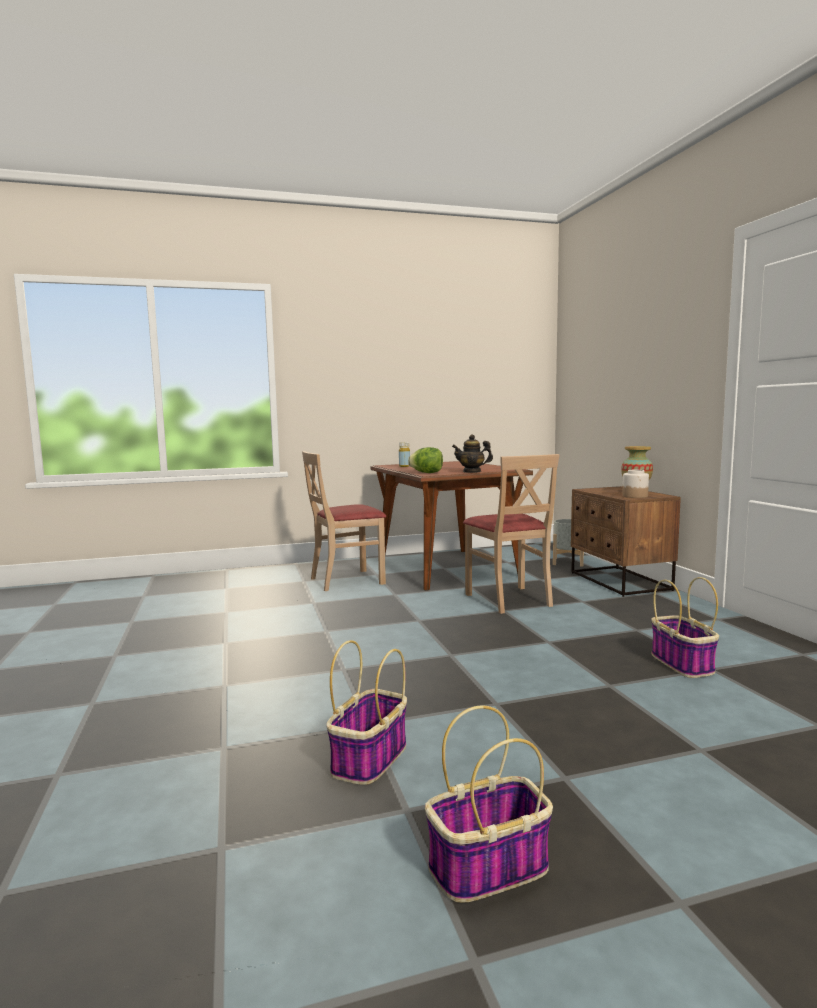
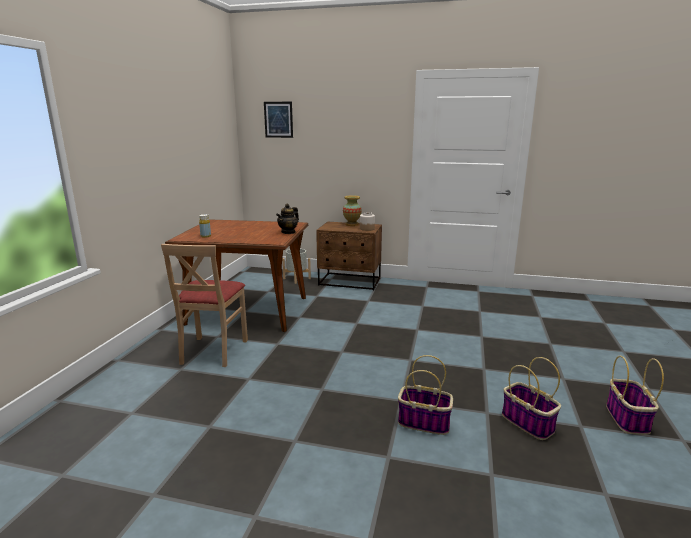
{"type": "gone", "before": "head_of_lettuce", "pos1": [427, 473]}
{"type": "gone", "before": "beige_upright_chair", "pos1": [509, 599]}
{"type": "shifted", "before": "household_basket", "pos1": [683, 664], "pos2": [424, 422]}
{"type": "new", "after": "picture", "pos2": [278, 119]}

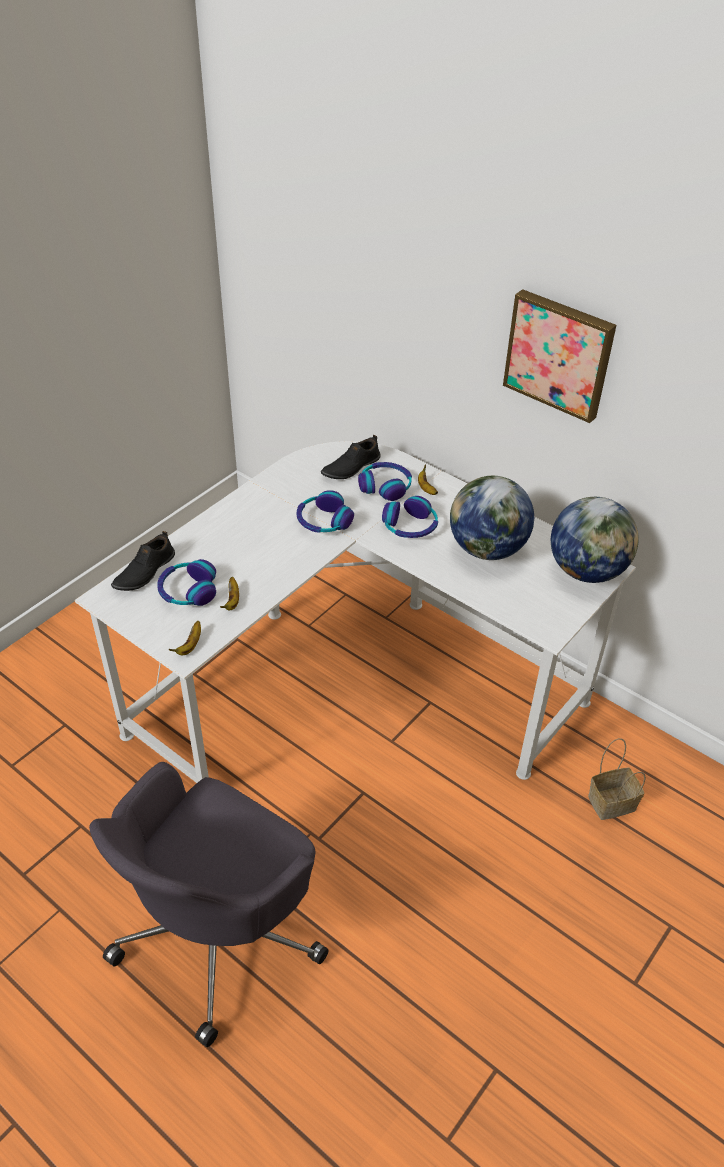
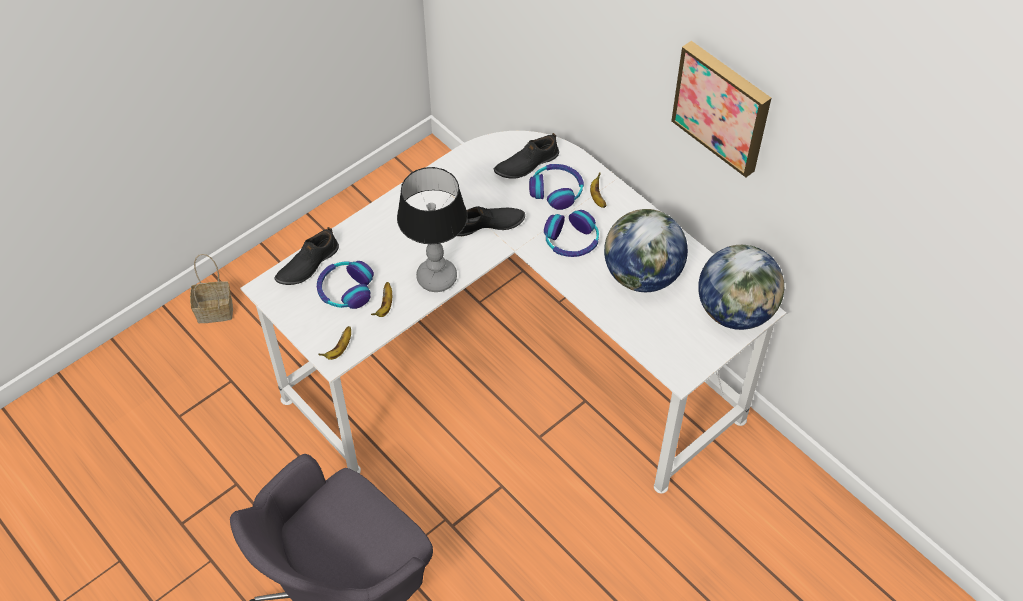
{"type": "swapped", "before": "pair_of_headphones", "after": "black-coloured_shoe", "pos1": [323, 521], "pos2": [487, 225]}
{"type": "shifted", "before": "household_basket", "pos1": [612, 801], "pos2": [216, 310]}
{"type": "new", "after": "table_lamp", "pos2": [436, 277]}

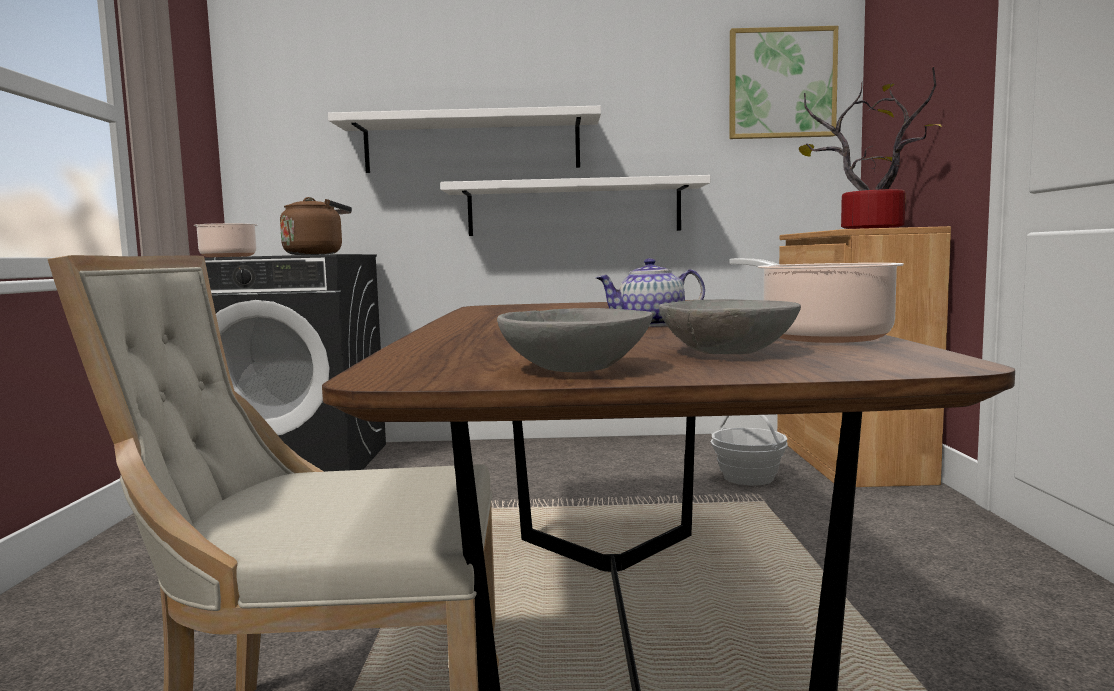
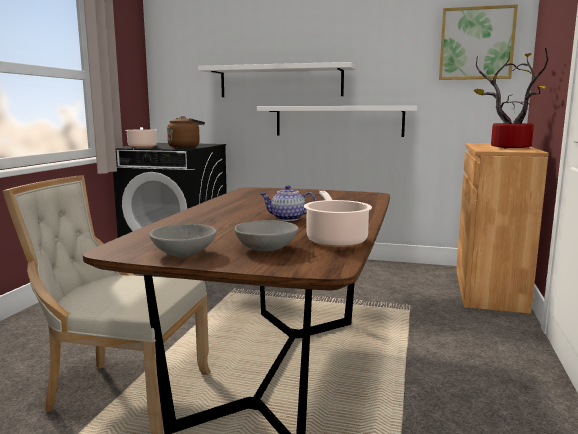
{"type": "gone", "before": "household_basket", "pos1": [748, 478]}

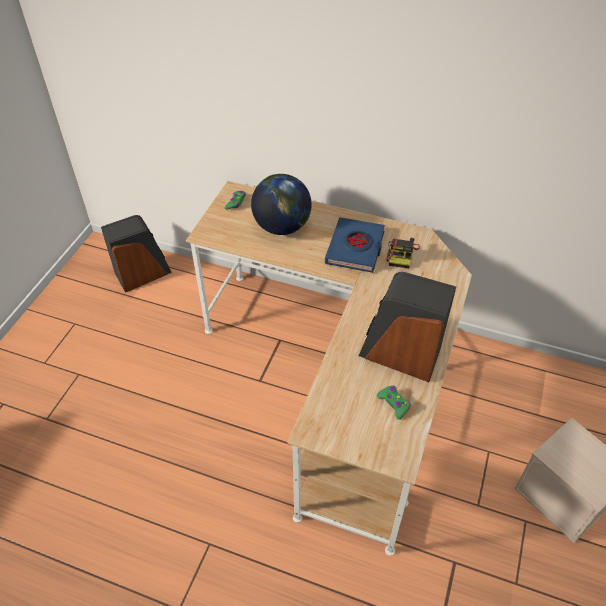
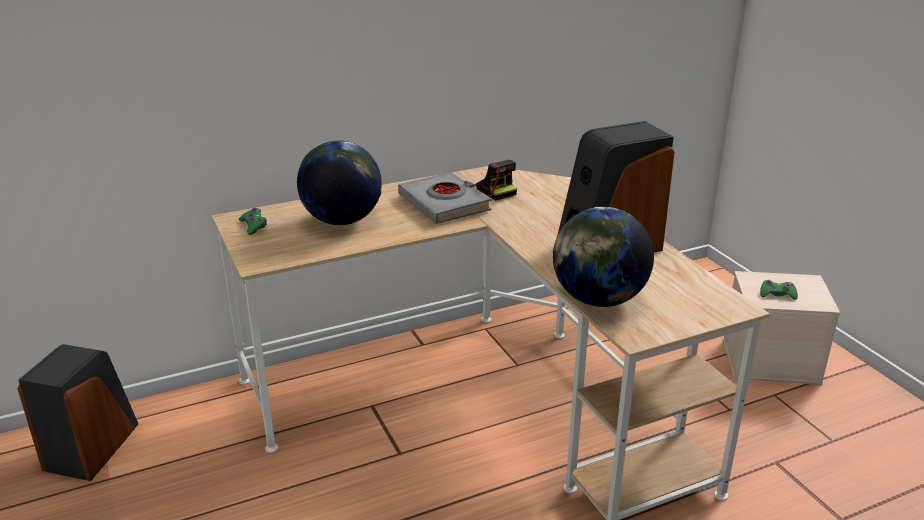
{"type": "repainted", "before": "blue_bound_book", "after": "grey_bound_book", "pos1": [355, 248], "pos2": [444, 204]}
{"type": "shifted", "before": "green_gamepad", "pos1": [394, 403], "pos2": [777, 294]}
{"type": "new", "after": "desk_globe", "pos2": [598, 300]}

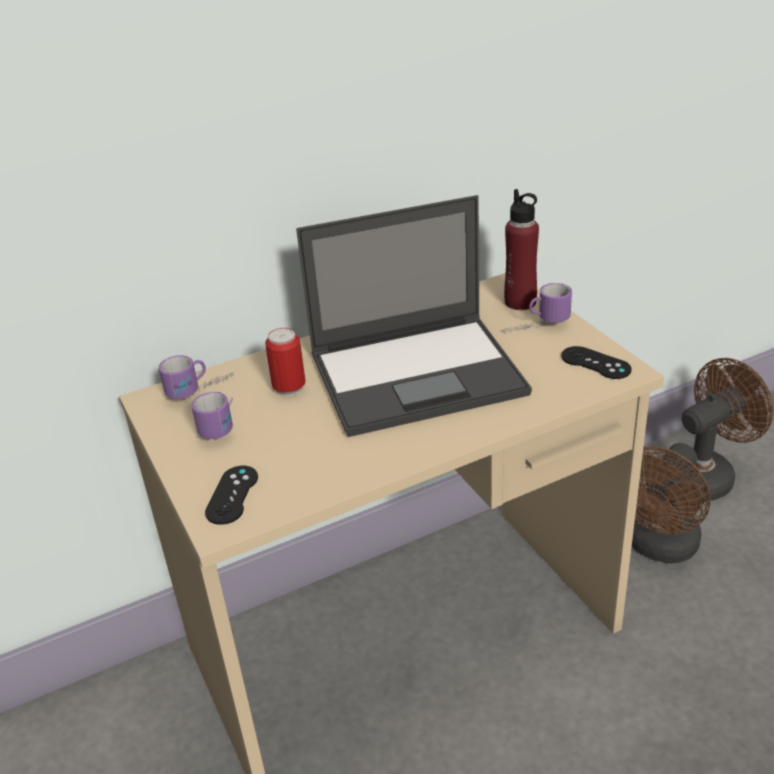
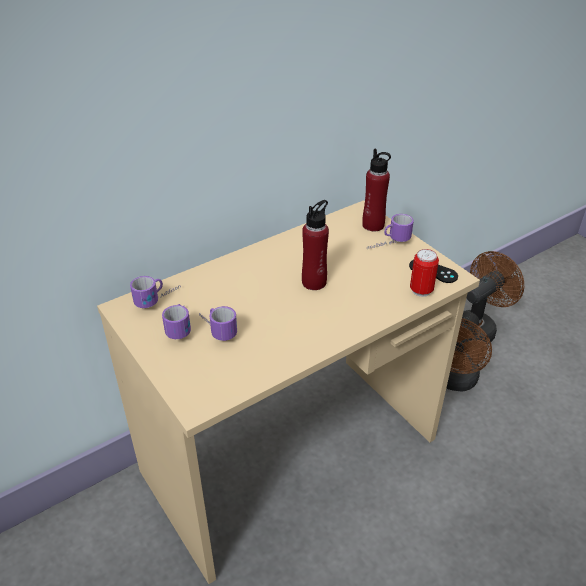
{"type": "gone", "before": "black-coloured_gamepad", "pos1": [232, 495]}
{"type": "shifted", "before": "metal_can", "pos1": [289, 388], "pos2": [421, 290]}
{"type": "swapped", "before": "portable_computer", "after": "red-coloured_beverage_bottle", "pos1": [419, 374], "pos2": [314, 282]}
{"type": "new", "after": "mug", "pos2": [216, 330]}

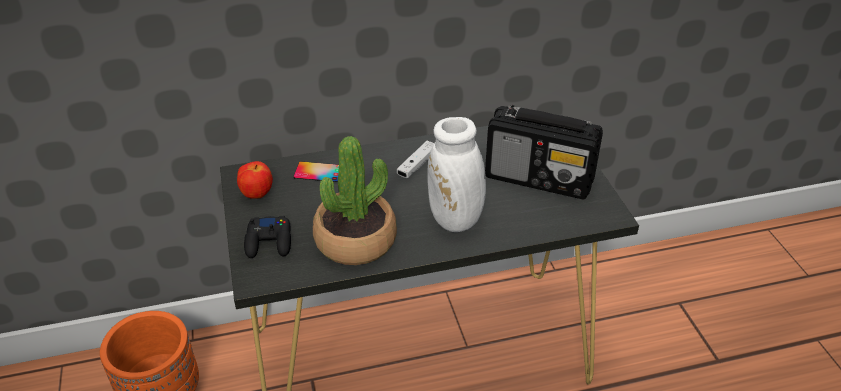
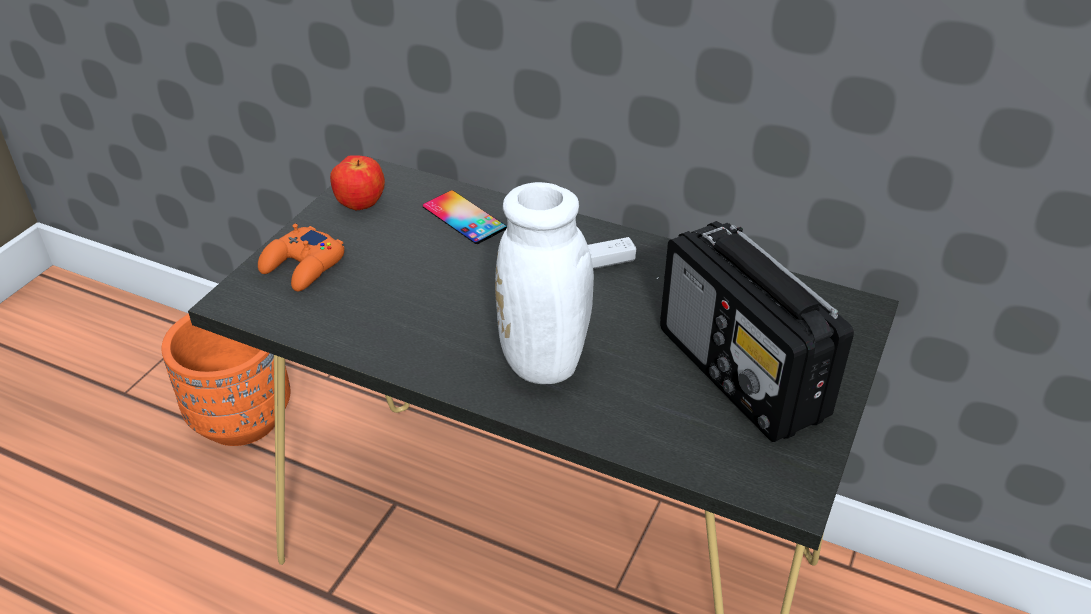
{"type": "repainted", "before": "black-coloured_gamepad", "after": "orange-coloured_gamepad", "pos1": [269, 242], "pos2": [303, 266]}
{"type": "gone", "before": "plant_in_a_pot", "pos1": [355, 240]}

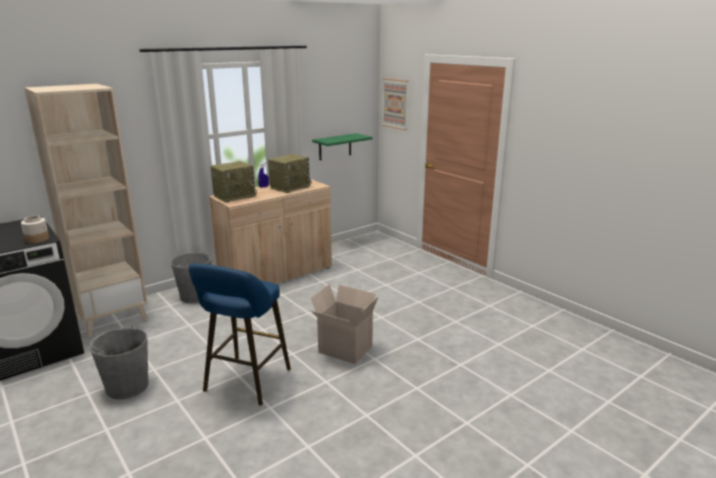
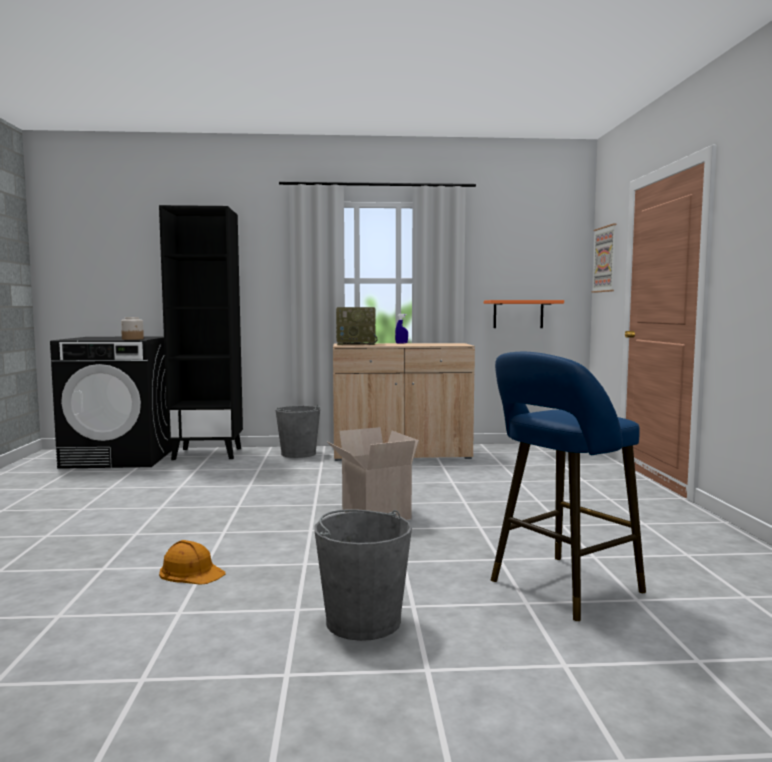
{"type": "repainted", "before": "beige_bookshelf", "after": "black-coloured_bookshelf", "pos1": [112, 318], "pos2": [208, 454]}
{"type": "shifted", "before": "grey_pail", "pos1": [127, 386], "pos2": [363, 621]}
{"type": "shifted", "before": "blue_stool", "pos1": [245, 383], "pos2": [560, 588]}
{"type": "gone", "before": "radio_set", "pos1": [290, 187]}
{"type": "repainted", "before": "green_shelf", "after": "orange-coloured_shelf", "pos1": [335, 146], "pos2": [518, 314]}
{"type": "new", "after": "orange-coloured_hard_hat", "pos2": [191, 572]}

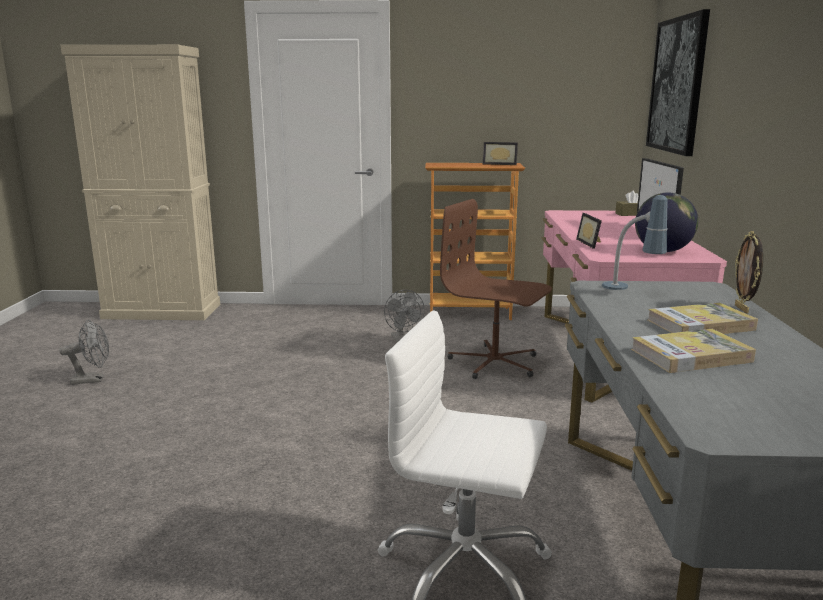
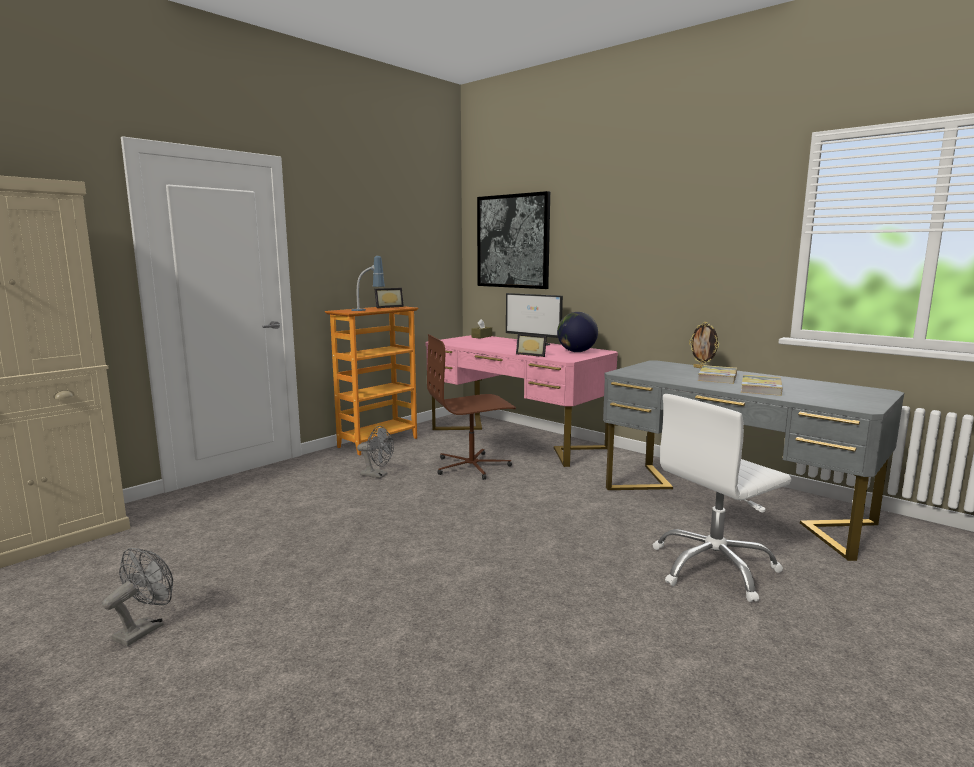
{"type": "shifted", "before": "table_lamp", "pos1": [631, 290], "pos2": [368, 310]}

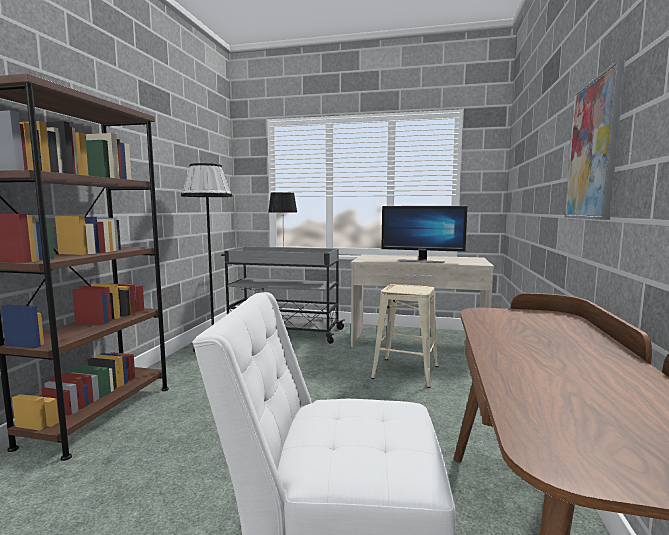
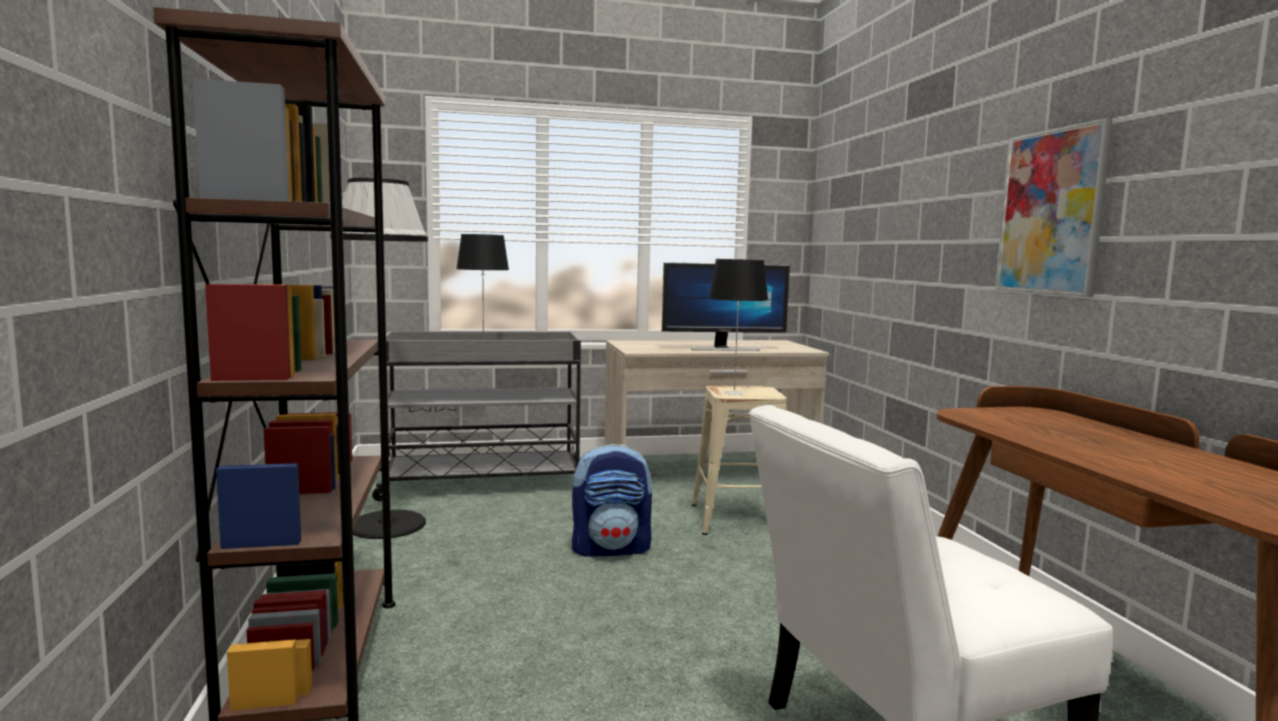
{"type": "new", "after": "knapsack", "pos2": [611, 549]}
{"type": "new", "after": "table_lamp", "pos2": [735, 393]}

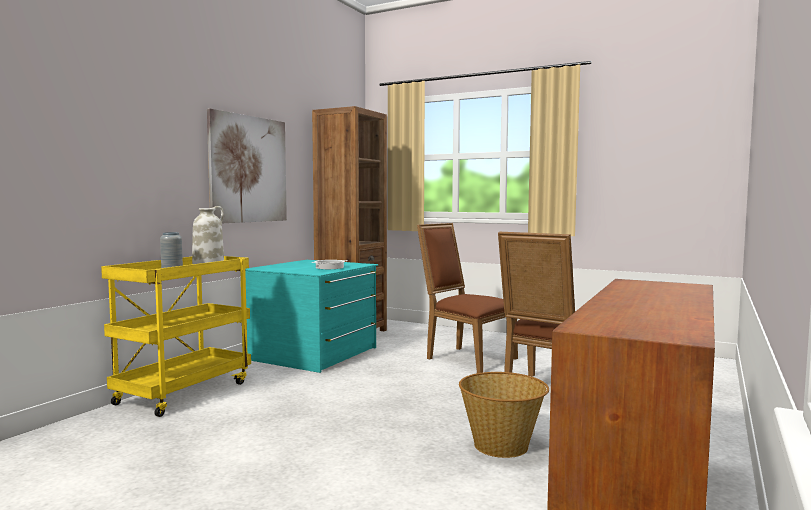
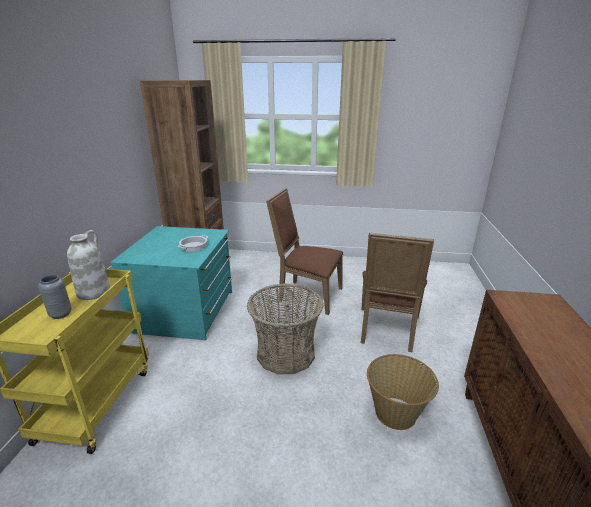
{"type": "gone", "before": "picture", "pos1": [248, 169]}
{"type": "new", "after": "household_basket", "pos2": [286, 353]}

